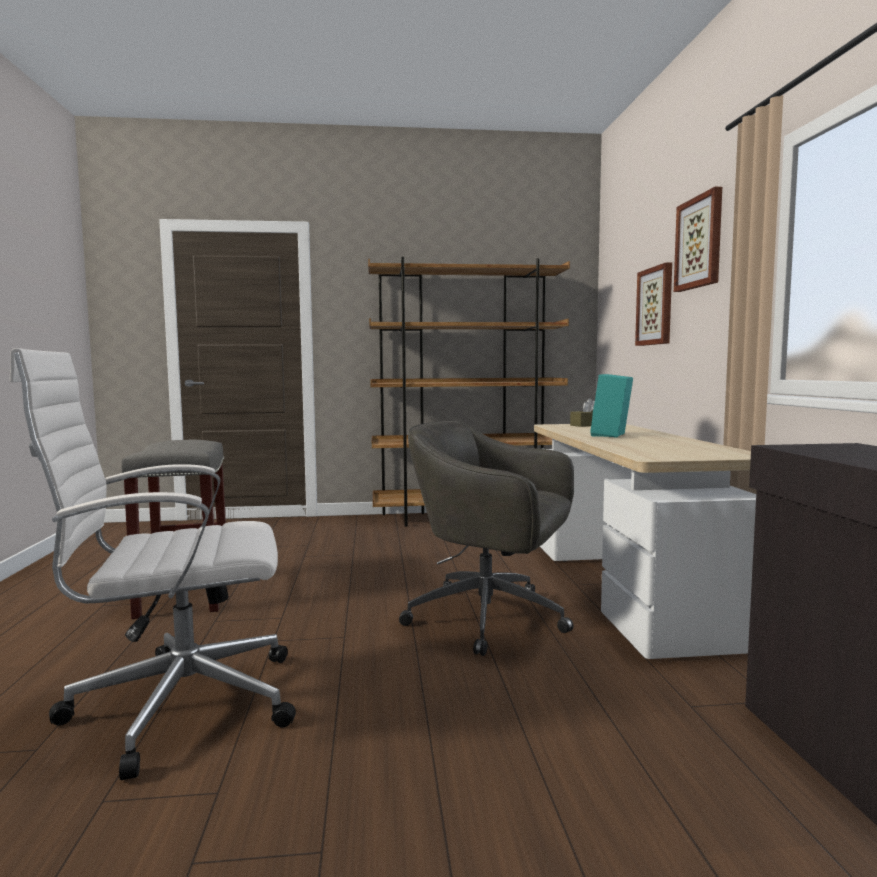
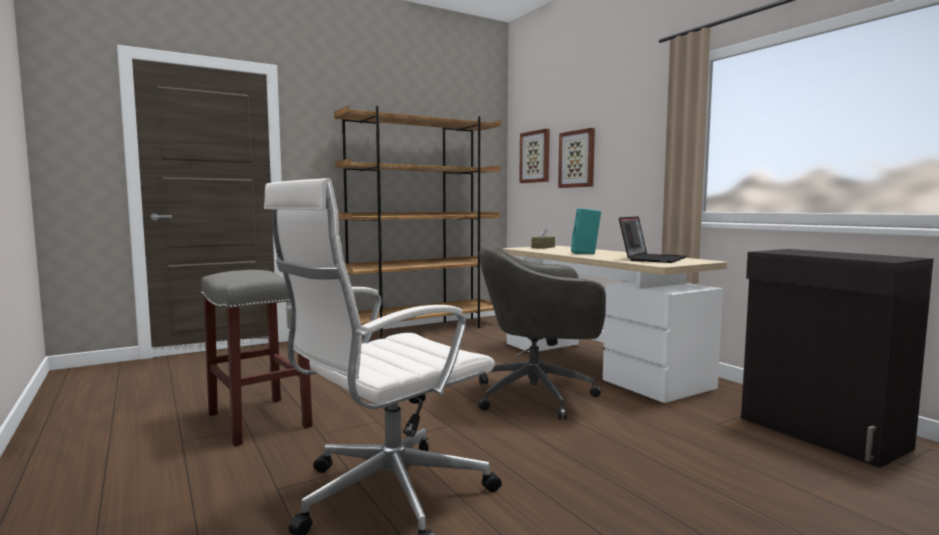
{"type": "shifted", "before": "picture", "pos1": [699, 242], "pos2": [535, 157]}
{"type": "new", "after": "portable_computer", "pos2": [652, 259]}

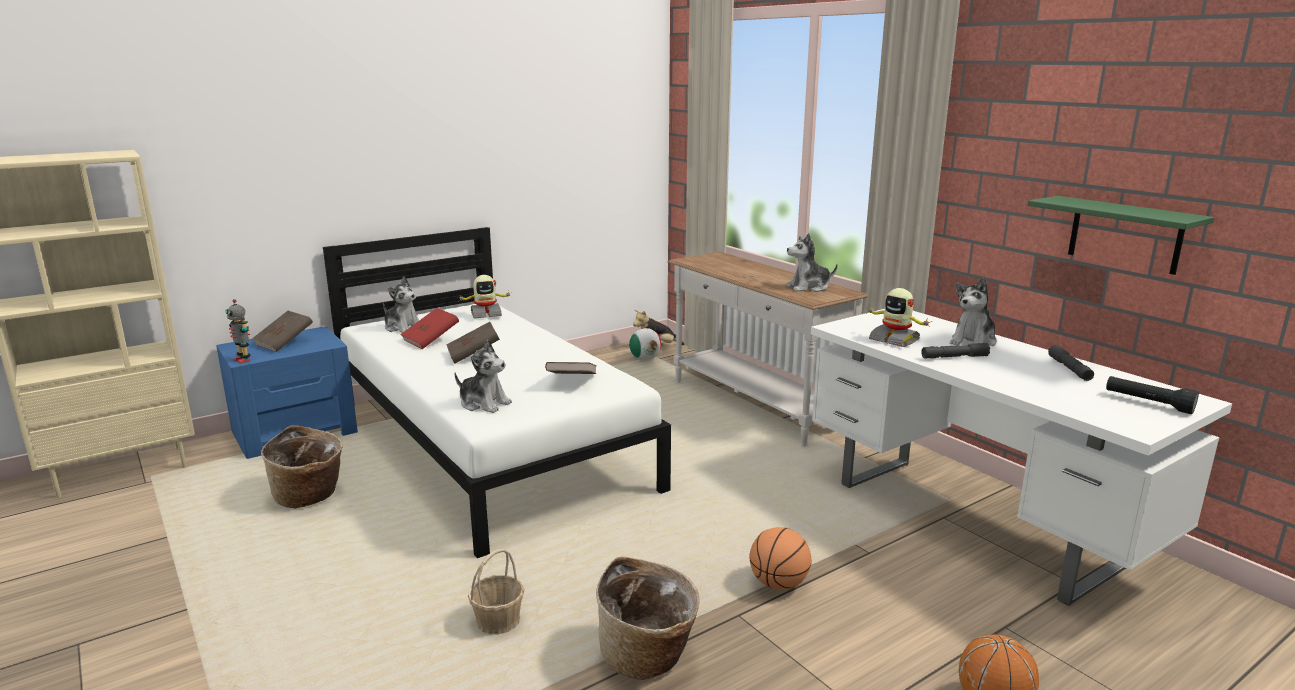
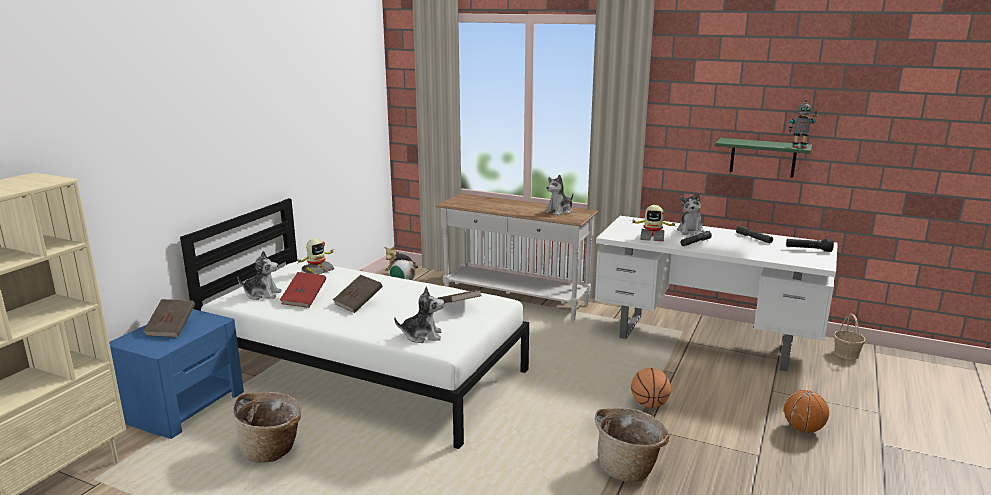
{"type": "shifted", "before": "toy_robot", "pos1": [243, 360], "pos2": [799, 147]}
{"type": "shifted", "before": "household_basket", "pos1": [498, 621], "pos2": [846, 353]}

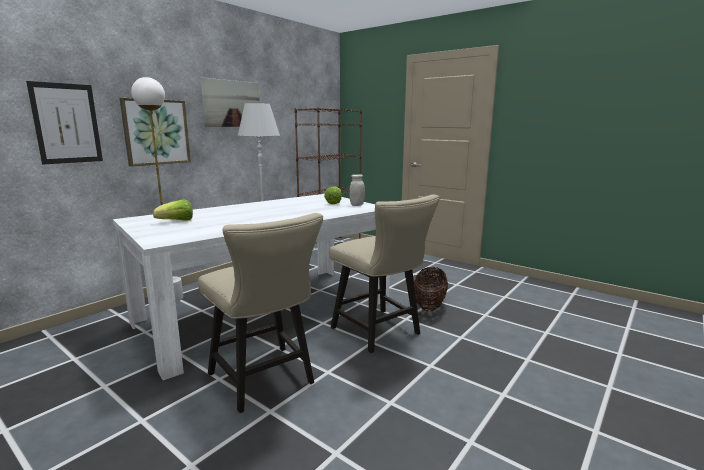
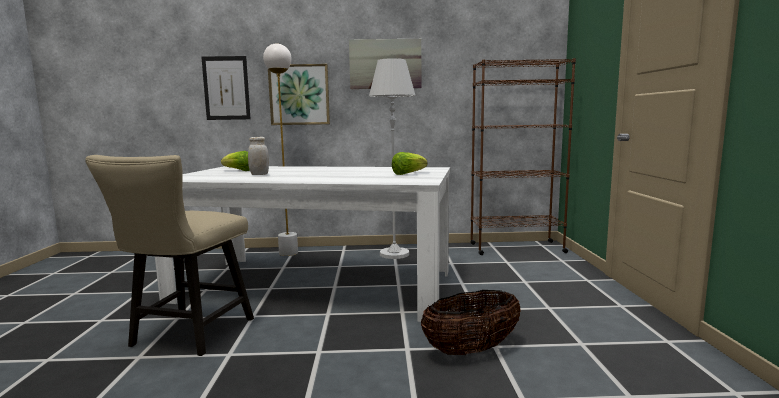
{"type": "gone", "before": "beige_upright_chair", "pos1": [380, 333]}
{"type": "shifted", "before": "whitish_jar", "pos1": [357, 205], "pos2": [259, 174]}

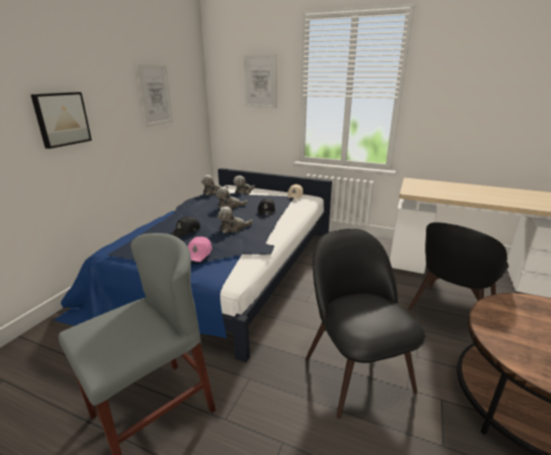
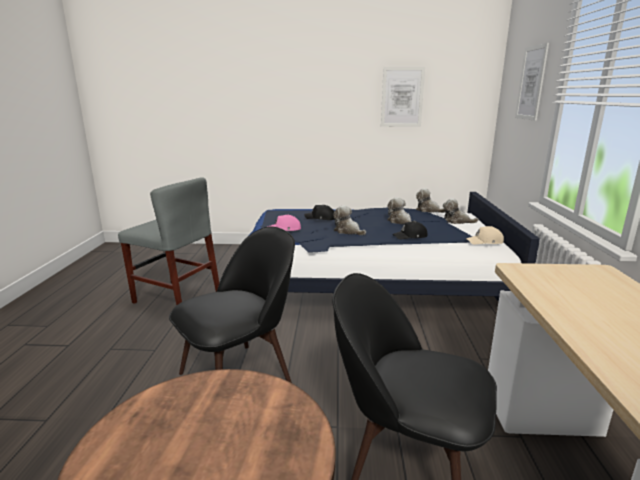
{"type": "gone", "before": "picture", "pos1": [61, 119]}

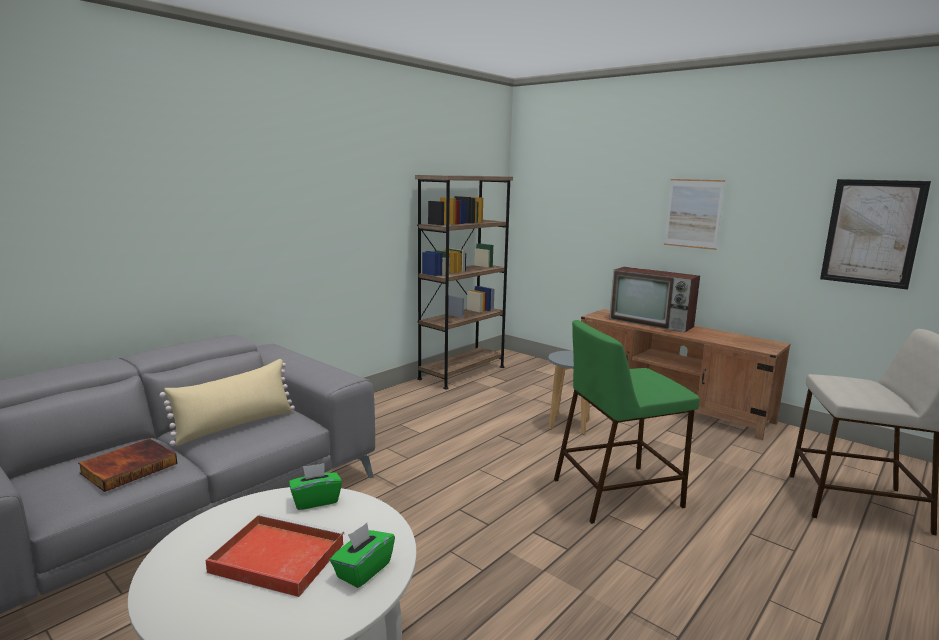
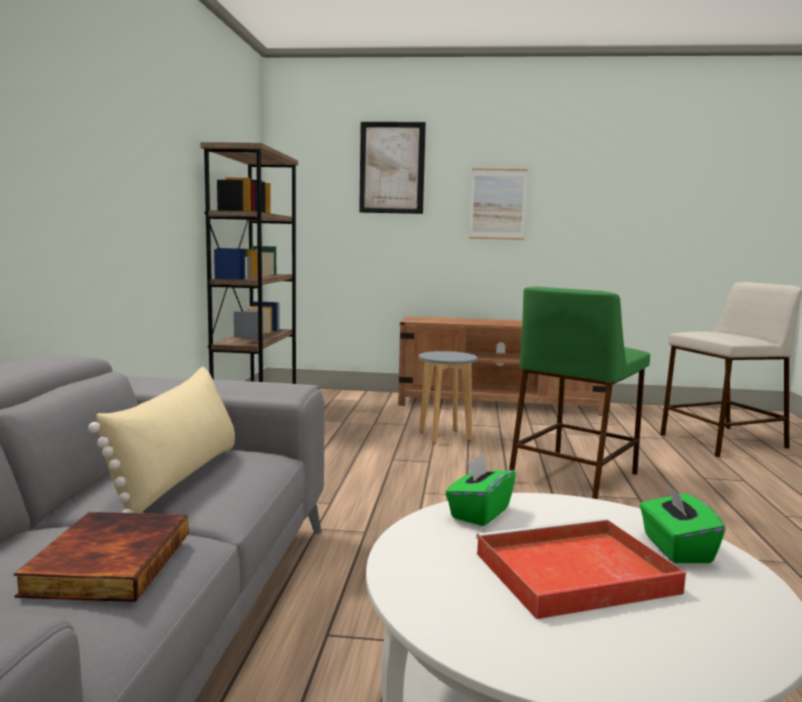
{"type": "gone", "before": "television", "pos1": [652, 323]}
{"type": "shifted", "before": "picture", "pos1": [872, 233], "pos2": [392, 168]}

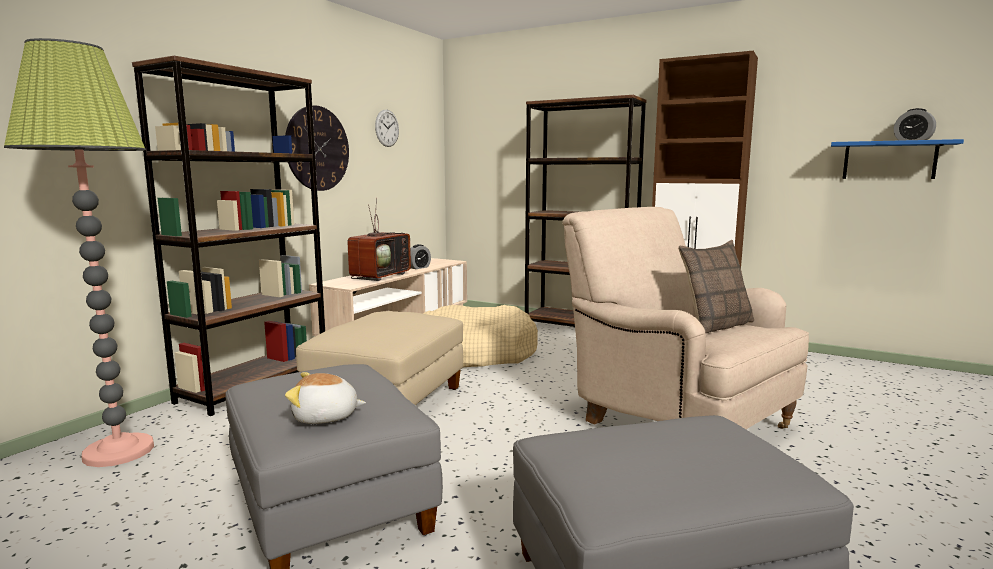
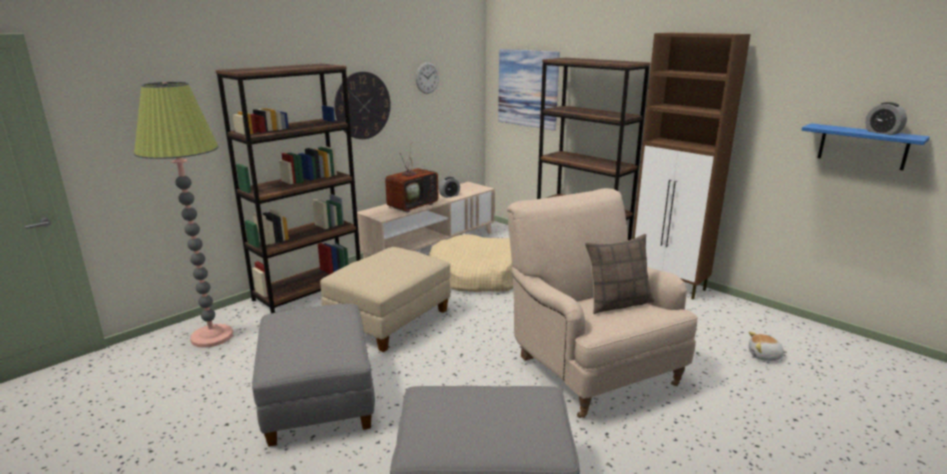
{"type": "shifted", "before": "plush_toy", "pos1": [325, 417], "pos2": [764, 356]}
{"type": "new", "after": "picture", "pos2": [528, 88]}

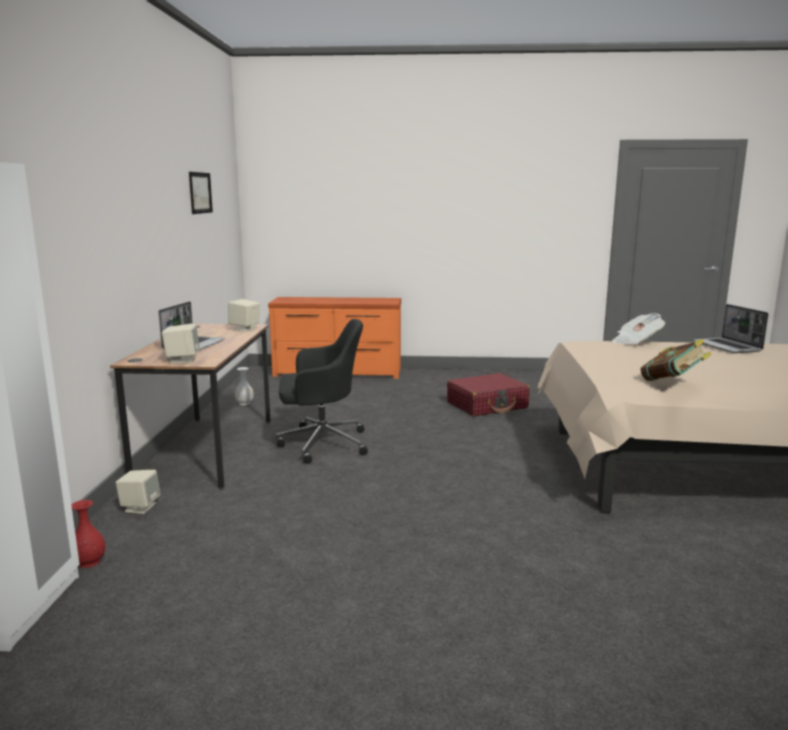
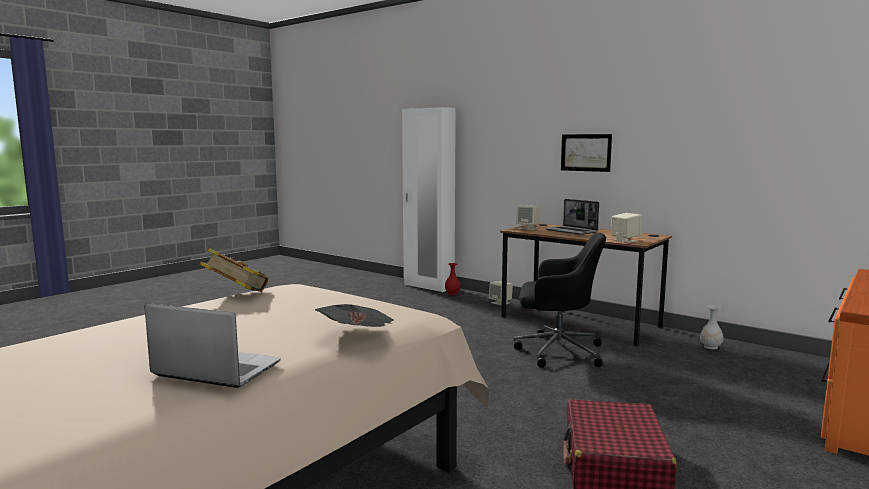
{"type": "shifted", "before": "picture", "pos1": [200, 193], "pos2": [585, 152]}
{"type": "rotated", "before": "black-coloured_office_chair", "pos1": [321, 443], "pos2": [557, 351], "turn": -105}

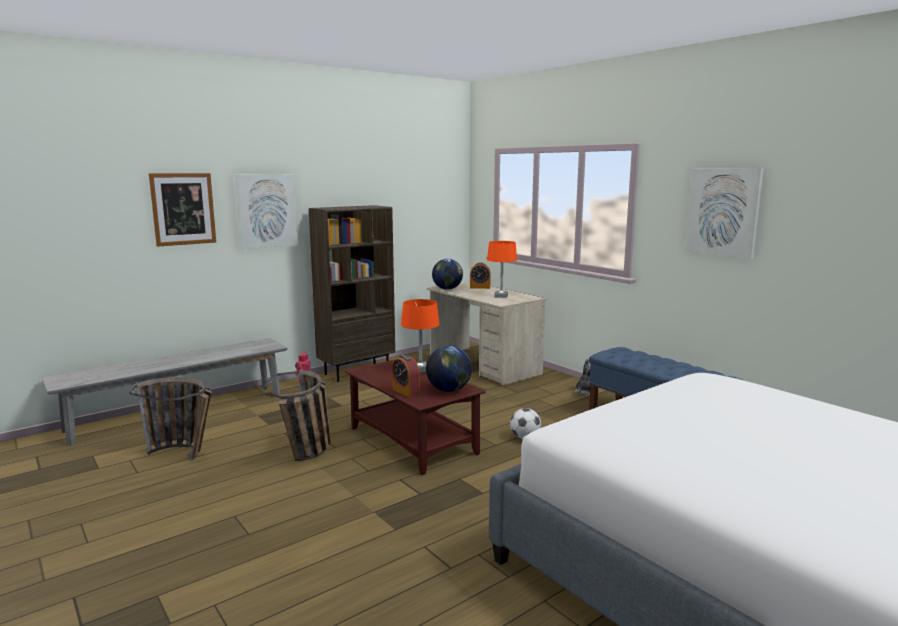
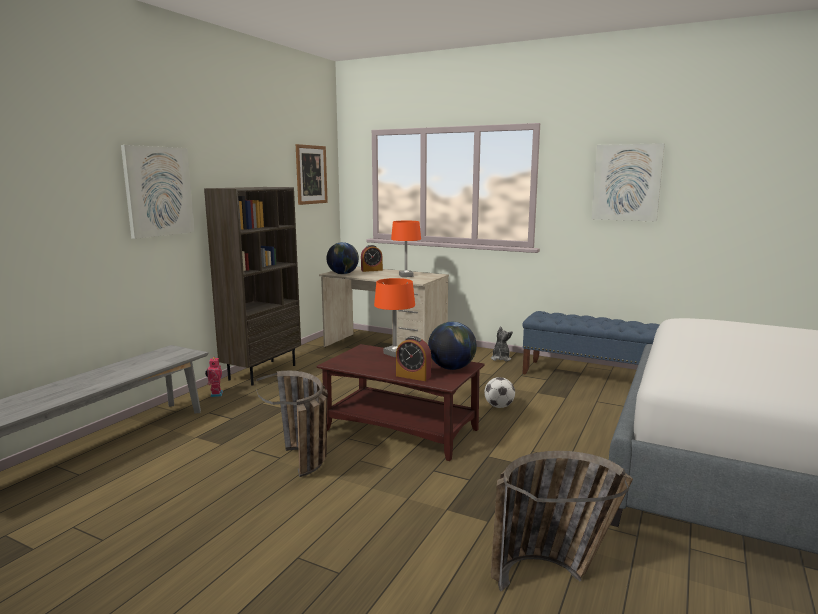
{"type": "shifted", "before": "household_basket", "pos1": [185, 455], "pos2": [553, 574]}
{"type": "shifted", "before": "picture", "pos1": [183, 209], "pos2": [311, 174]}

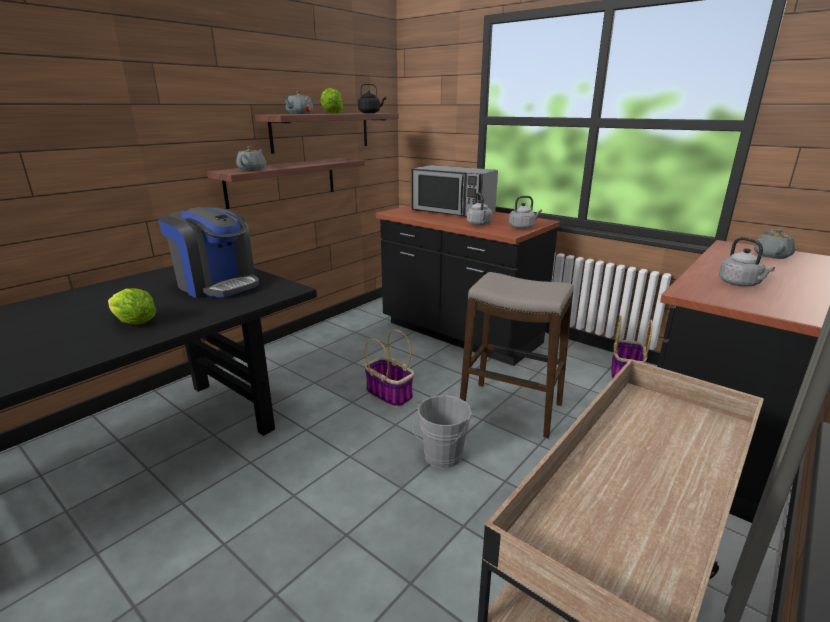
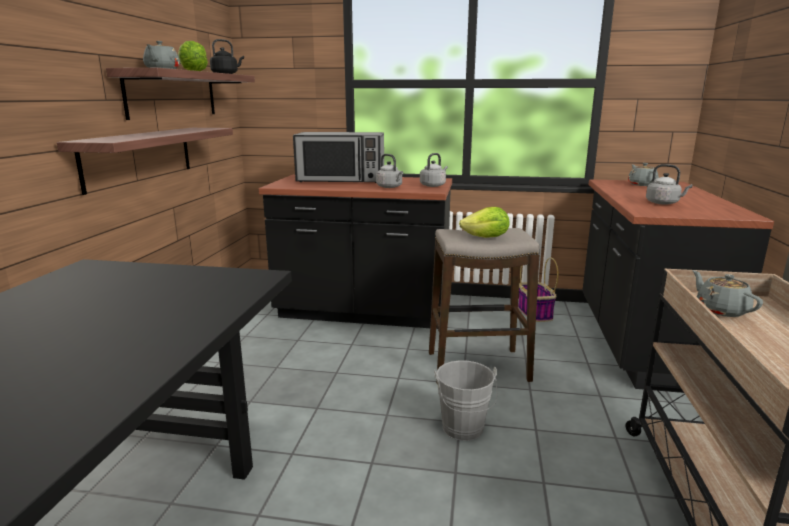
{"type": "shifted", "before": "head_of_lettuce", "pos1": [134, 323], "pos2": [486, 238]}
{"type": "gone", "before": "coffee_maker", "pos1": [217, 285]}
{"type": "shifted", "before": "grey_pot_for_tea", "pos1": [252, 169], "pos2": [720, 310]}
{"type": "gone", "before": "household_basket", "pos1": [390, 394]}

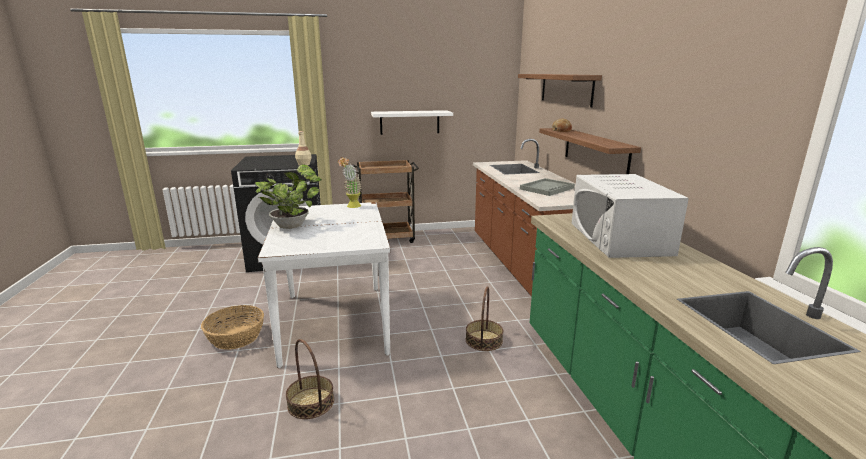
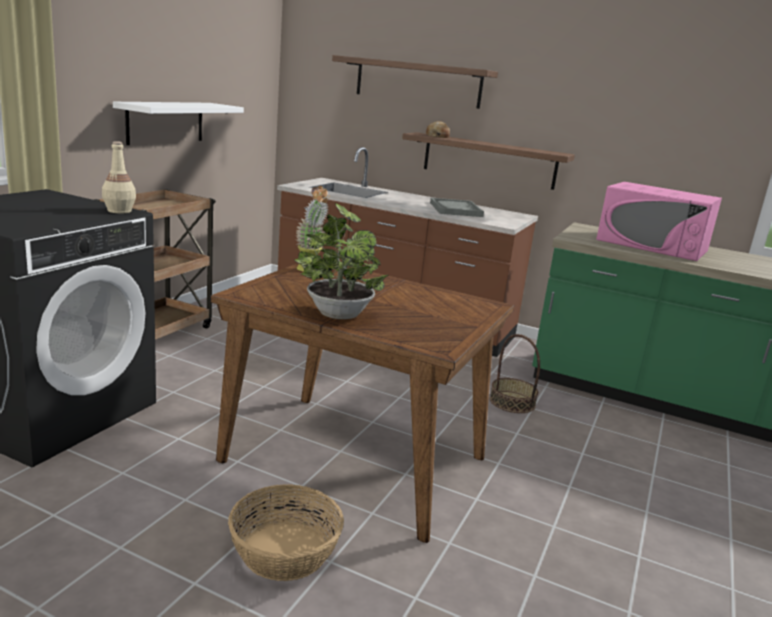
{"type": "repainted", "before": "whitish_dining_table", "after": "brown-coloured_dining_table", "pos1": [334, 321], "pos2": [353, 458]}
{"type": "gone", "before": "household_basket", "pos1": [311, 403]}
{"type": "repainted", "before": "whitish_kitchen_microwave", "after": "pink_kitchen_microwave", "pos1": [619, 238], "pos2": [652, 245]}

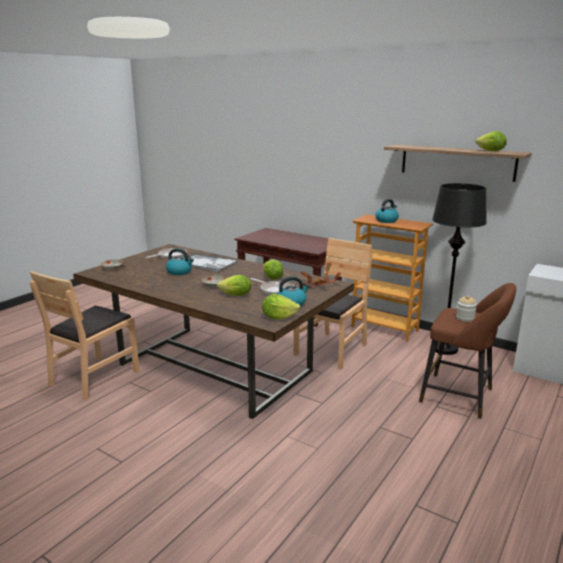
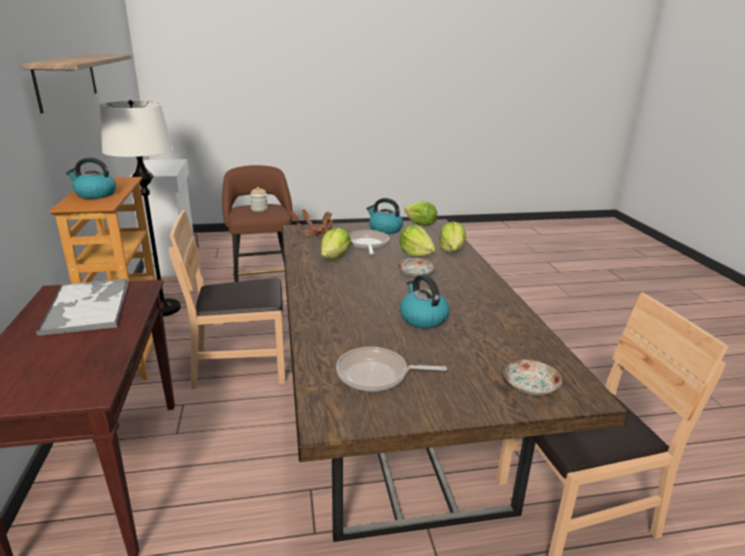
{"type": "shifted", "before": "serving_tray", "pos1": [207, 263], "pos2": [87, 306]}
{"type": "repainted", "before": "black-coloured_floor_lamp", "after": "whitish_floor_lamp", "pos1": [444, 348], "pos2": [163, 308]}
{"type": "shifted", "before": "head_of_lettuce", "pos1": [491, 151], "pos2": [452, 250]}

